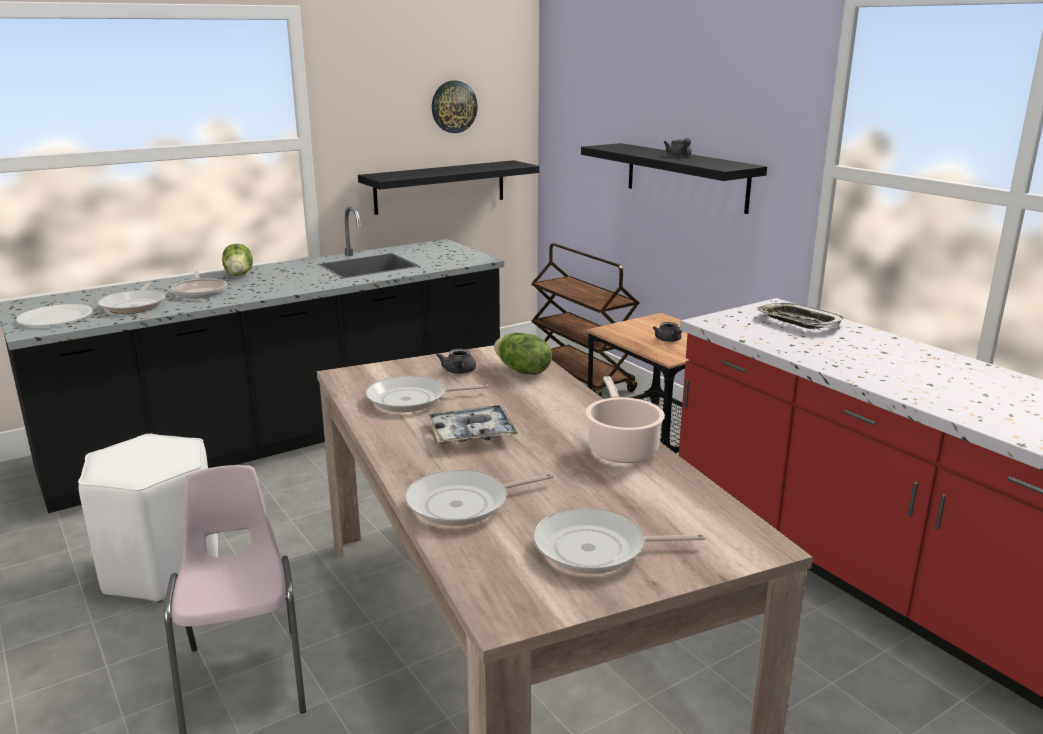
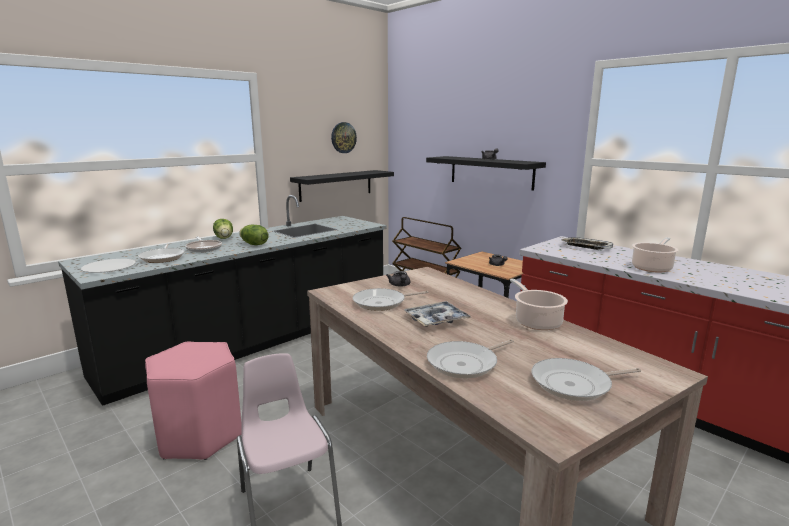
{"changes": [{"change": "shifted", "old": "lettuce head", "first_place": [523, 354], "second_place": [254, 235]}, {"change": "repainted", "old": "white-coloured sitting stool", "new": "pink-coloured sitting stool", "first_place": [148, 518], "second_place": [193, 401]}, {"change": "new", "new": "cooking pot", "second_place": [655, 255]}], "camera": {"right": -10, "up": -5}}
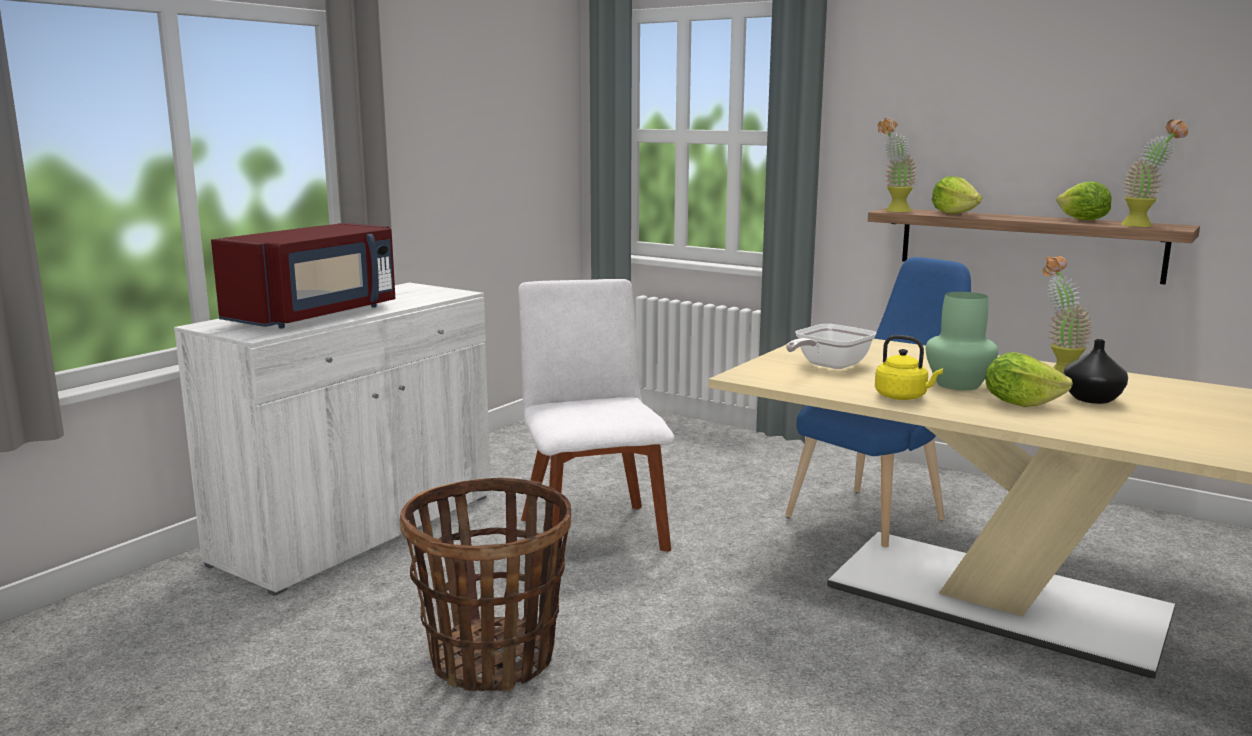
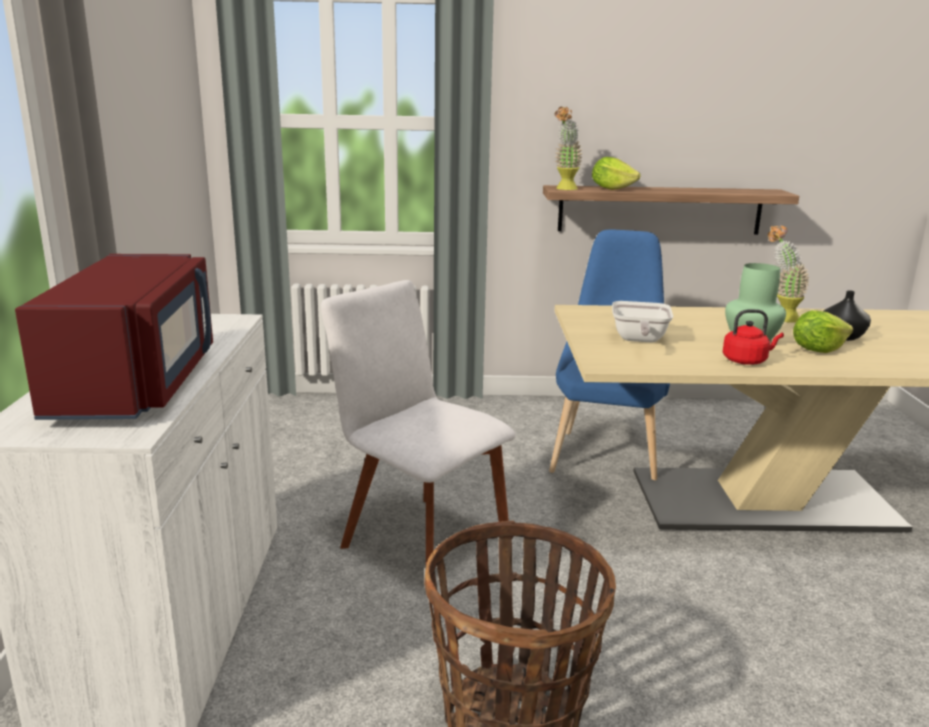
{"changes": [{"change": "gone", "old": "potted plant", "first_place": [1154, 173]}, {"change": "gone", "old": "lettuce head", "first_place": [1084, 200]}, {"change": "repainted", "old": "yellow water kettle", "new": "reddish water kettle", "first_place": [909, 367], "second_place": [753, 337]}], "camera": {"right": -35, "up": 5}}
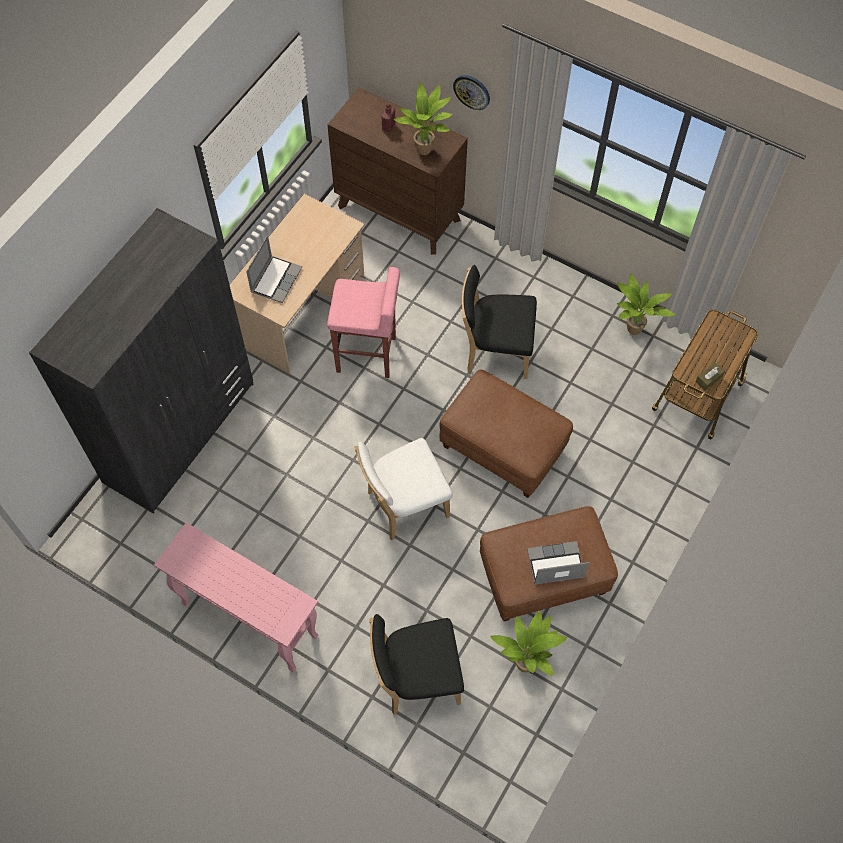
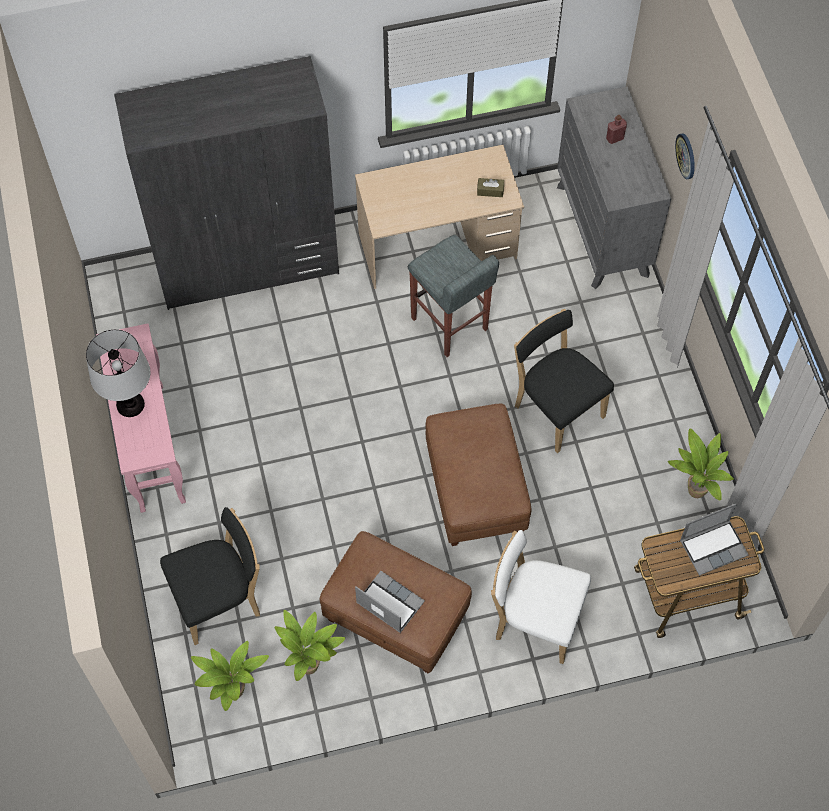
{"changes": [{"change": "shifted", "old": "potted plant", "first_place": [423, 118], "second_place": [230, 676]}, {"change": "repainted", "old": "brown chest of drawers", "new": "greyish chest of drawers", "first_place": [397, 171], "second_place": [614, 187]}, {"change": "shifted", "old": "notebook computer", "first_place": [274, 269], "second_place": [714, 540]}, {"change": "repainted", "old": "pink-coloured sitting stool", "new": "greyish sitting stool", "first_place": [363, 322], "second_place": [453, 296]}, {"change": "shifted", "old": "brown box of tissues", "first_place": [710, 376], "second_place": [490, 187]}, {"change": "shifted", "old": "white-coloured upright chair", "first_place": [403, 489], "second_place": [541, 597]}, {"change": "rotated", "old": "blackish upright chair", "first_place": [416, 664], "second_place": [210, 576], "degrees": 120}, {"change": "new", "new": "lamp for a table", "second_place": [118, 373]}], "camera": {"right": 45, "up": 0}}
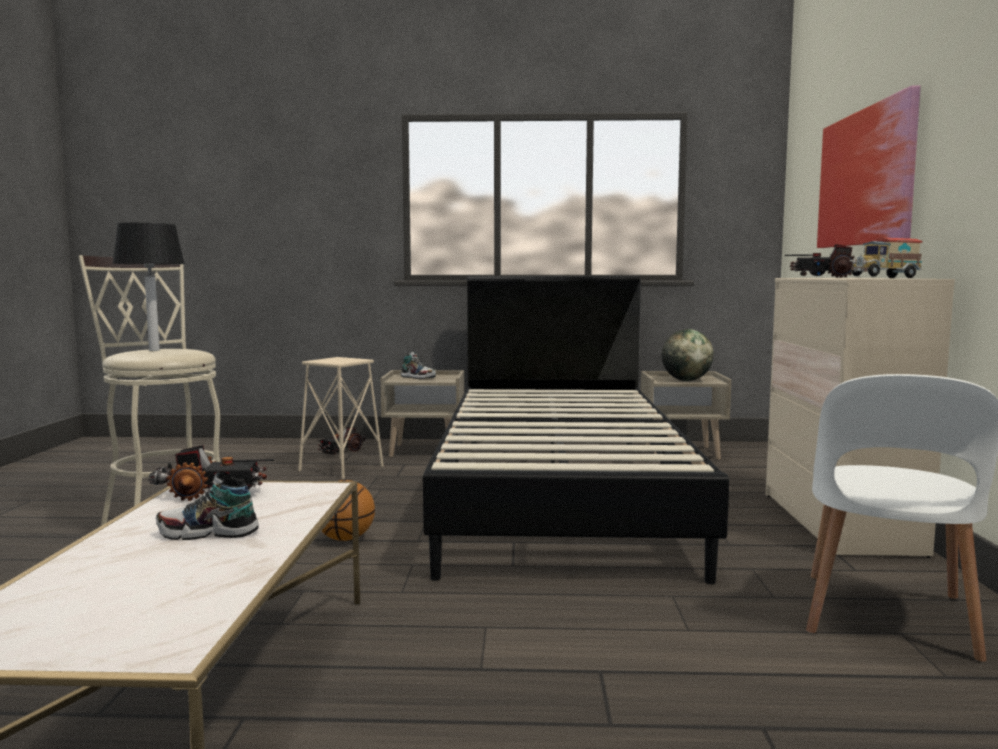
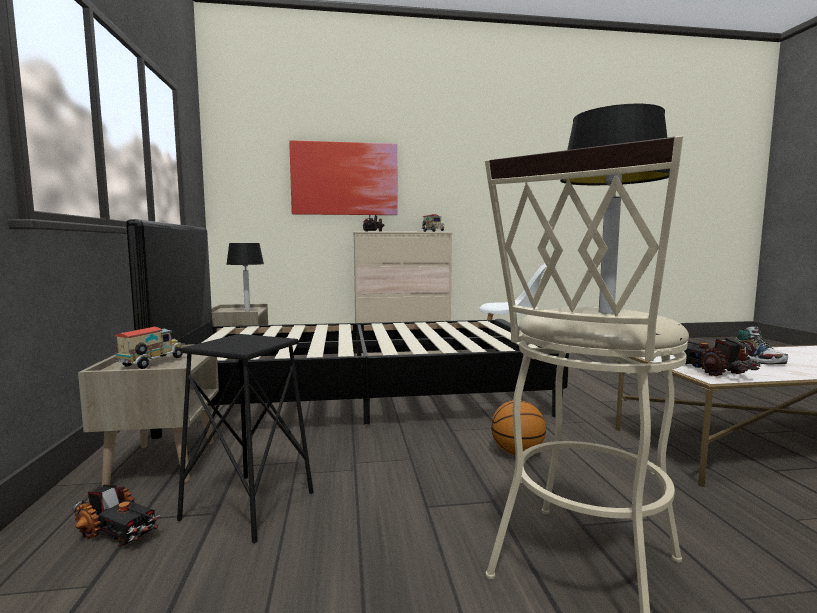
{"changes": [{"change": "swapped", "old": "world globe", "new": "lamp for a table", "first_place": [688, 355], "second_place": [245, 277]}, {"change": "swapped", "old": "low shoe", "new": "model truck", "first_place": [418, 365], "second_place": [148, 348]}, {"change": "repainted", "old": "sand-coloured sitting stool", "new": "blackish sitting stool", "first_place": [341, 418], "second_place": [245, 438]}], "camera": {"right": -100, "up": 0}}
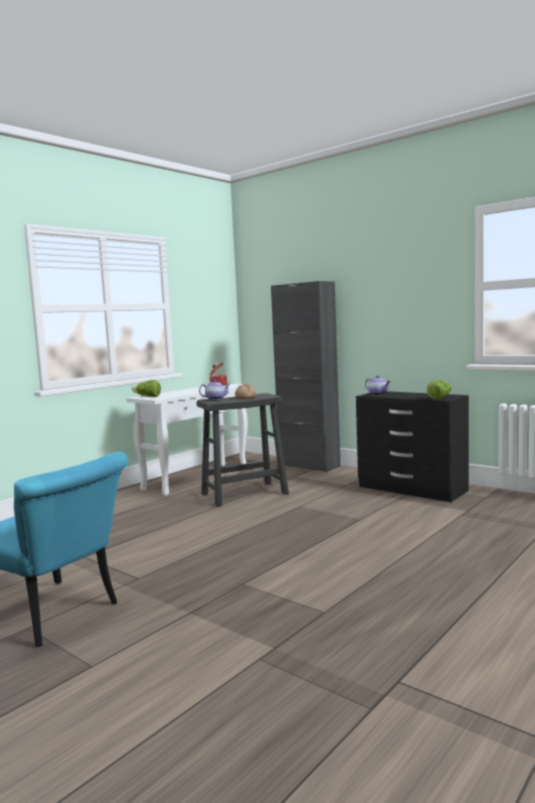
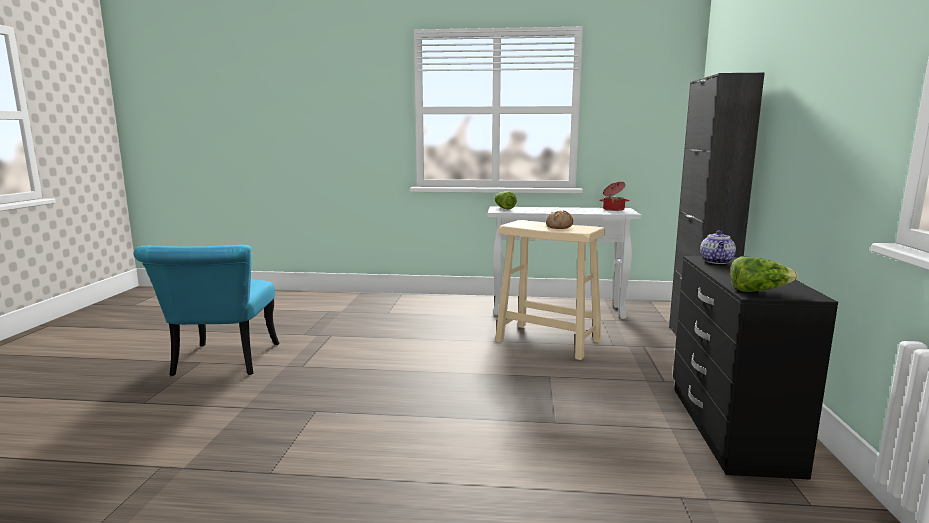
{"changes": [{"change": "gone", "old": "tea pot", "first_place": [214, 390]}, {"change": "repainted", "old": "blackish sitting stool", "new": "sand-coloured sitting stool", "first_place": [243, 450], "second_place": [550, 290]}], "camera": {"right": 55, "up": 5}}
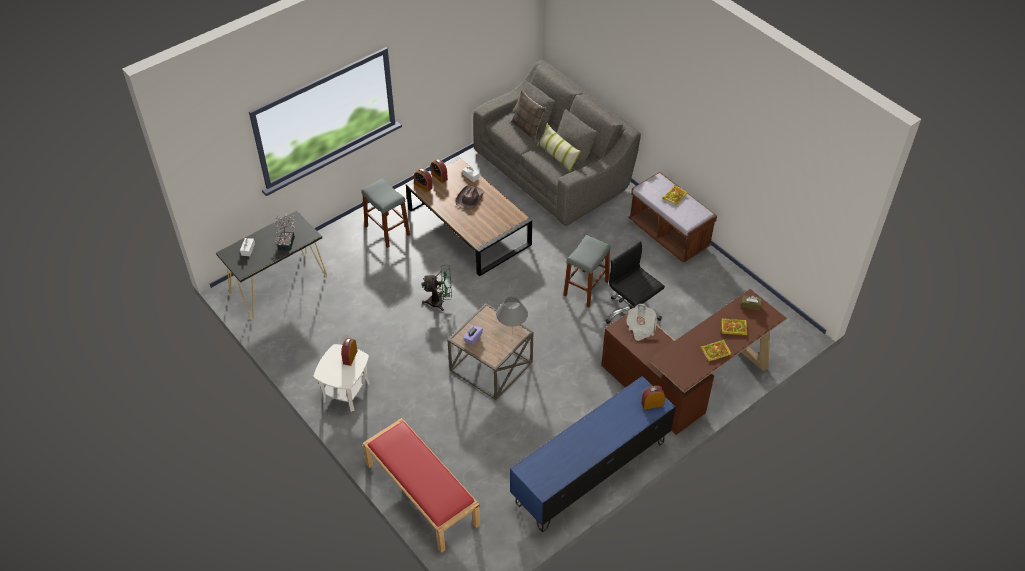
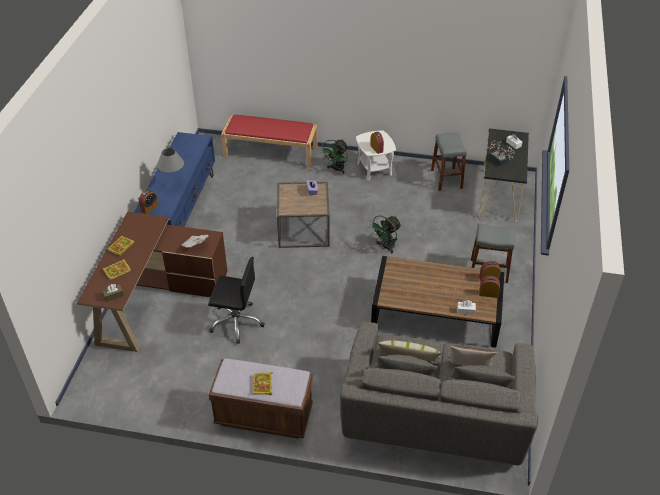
{"changes": [{"change": "gone", "old": "brown wearable hat", "first_place": [470, 197]}, {"change": "shifted", "old": "greyish sitting stool", "first_place": [587, 271], "second_place": [449, 161]}, {"change": "shifted", "old": "greyish lamp for a table", "first_place": [512, 312], "second_place": [170, 165]}, {"change": "new", "new": "greenish fan", "second_place": [334, 156]}], "camera": {"right": 140, "up": -5}}
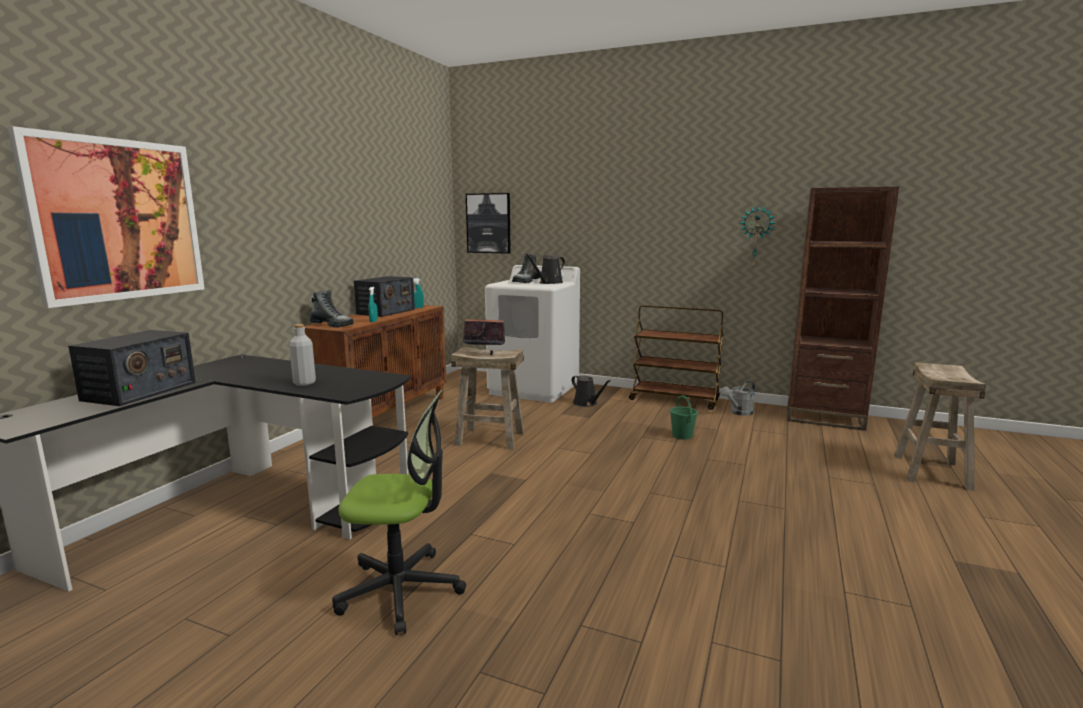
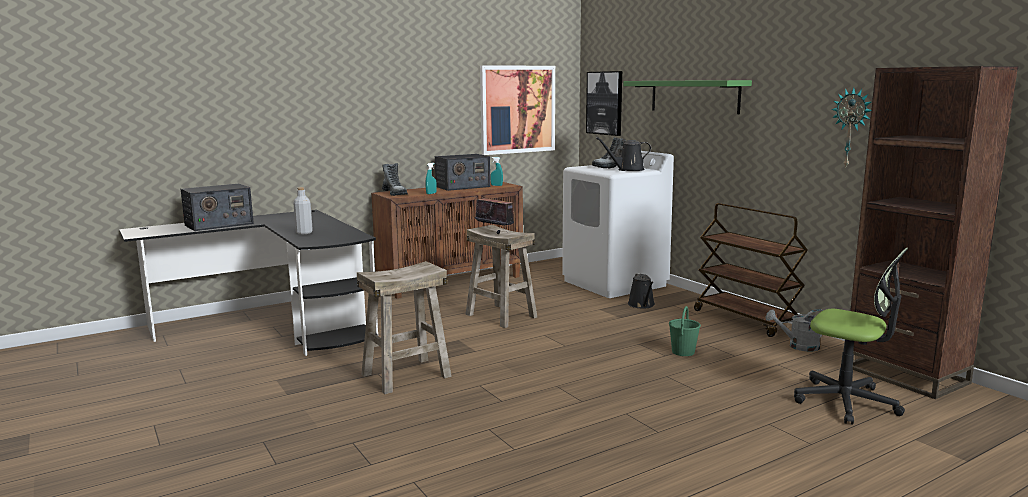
{"changes": [{"change": "shifted", "old": "wall picture", "first_place": [106, 217], "second_place": [517, 110]}, {"change": "shifted", "old": "sand-coloured sitting stool", "first_place": [940, 426], "second_place": [404, 327]}, {"change": "shifted", "old": "desk chair", "first_place": [399, 512], "second_place": [851, 336]}, {"change": "new", "new": "greenish bracket shelf", "second_place": [687, 97]}], "camera": {"right": 35, "up": 0}}
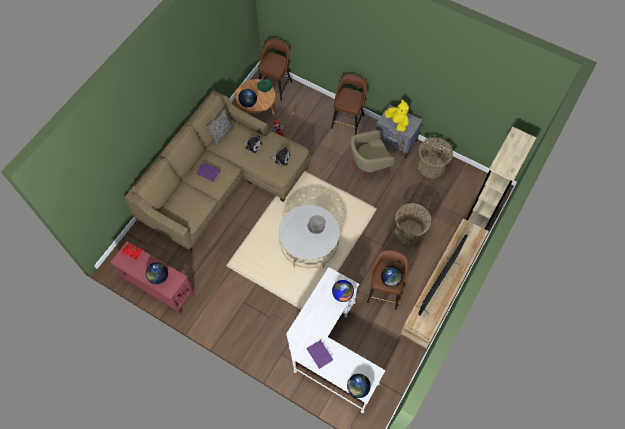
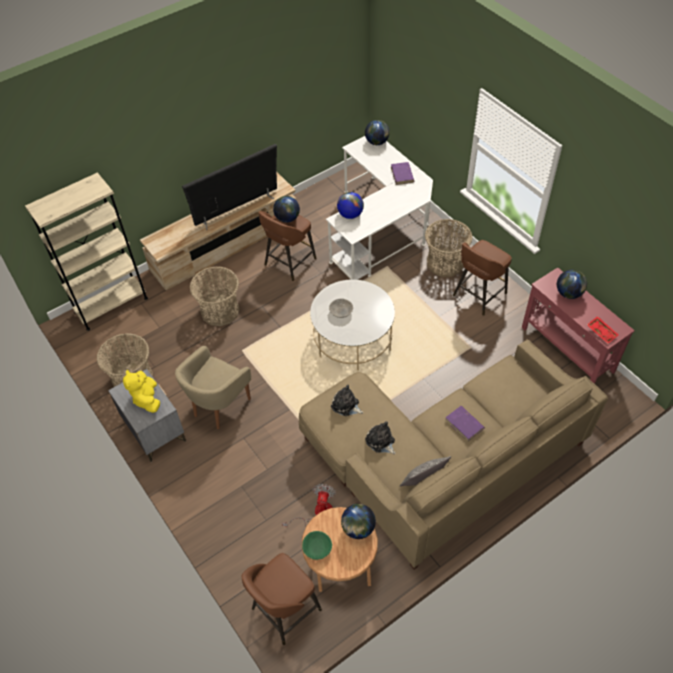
{"changes": [{"change": "shifted", "old": "brown sitting stool", "first_place": [349, 104], "second_place": [482, 278]}, {"change": "rotated", "old": "sand-coloured armchair", "first_place": [373, 155], "second_place": [213, 387], "degrees": 120}, {"change": "new", "new": "storage basket", "second_place": [449, 248]}], "camera": {"right": -155, "up": -10}}
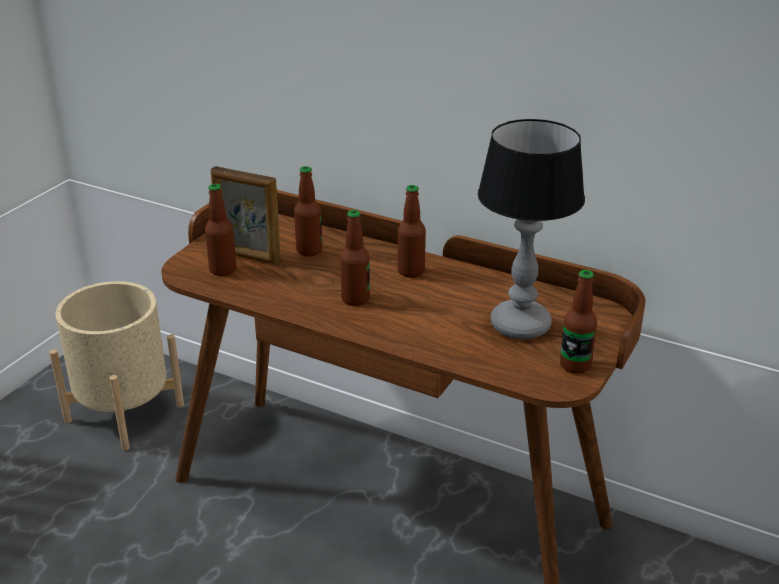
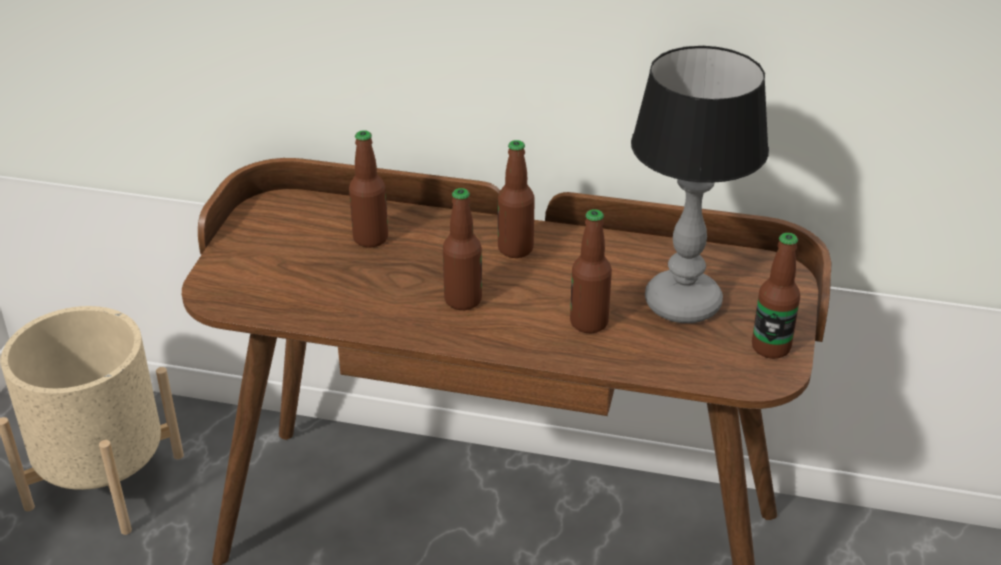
{"changes": [{"change": "gone", "old": "photo frame", "first_place": [246, 215]}, {"change": "shifted", "old": "beverage bottle", "first_place": [221, 230], "second_place": [591, 271]}], "camera": {"right": -15, "up": 5}}
